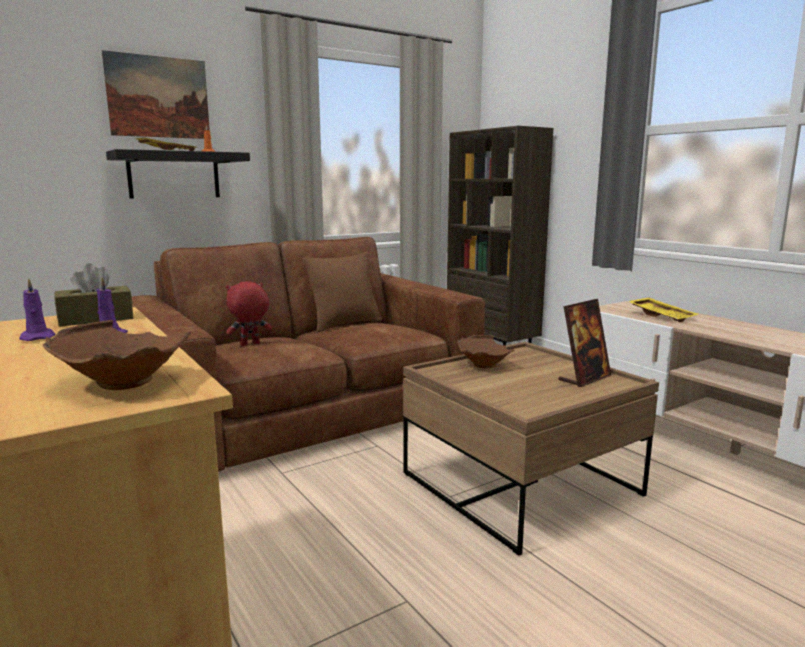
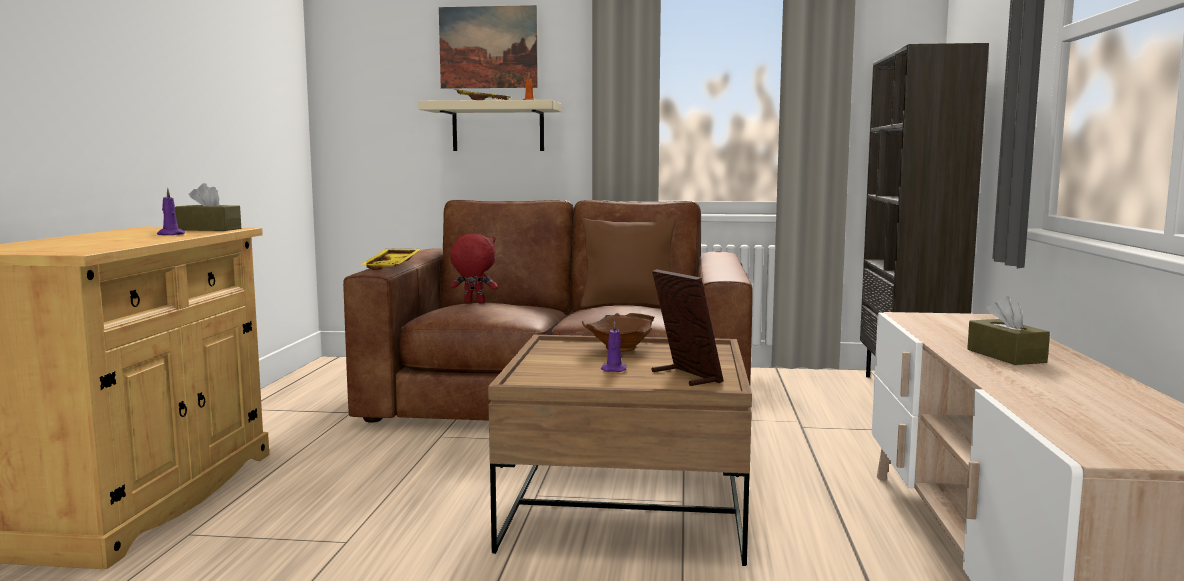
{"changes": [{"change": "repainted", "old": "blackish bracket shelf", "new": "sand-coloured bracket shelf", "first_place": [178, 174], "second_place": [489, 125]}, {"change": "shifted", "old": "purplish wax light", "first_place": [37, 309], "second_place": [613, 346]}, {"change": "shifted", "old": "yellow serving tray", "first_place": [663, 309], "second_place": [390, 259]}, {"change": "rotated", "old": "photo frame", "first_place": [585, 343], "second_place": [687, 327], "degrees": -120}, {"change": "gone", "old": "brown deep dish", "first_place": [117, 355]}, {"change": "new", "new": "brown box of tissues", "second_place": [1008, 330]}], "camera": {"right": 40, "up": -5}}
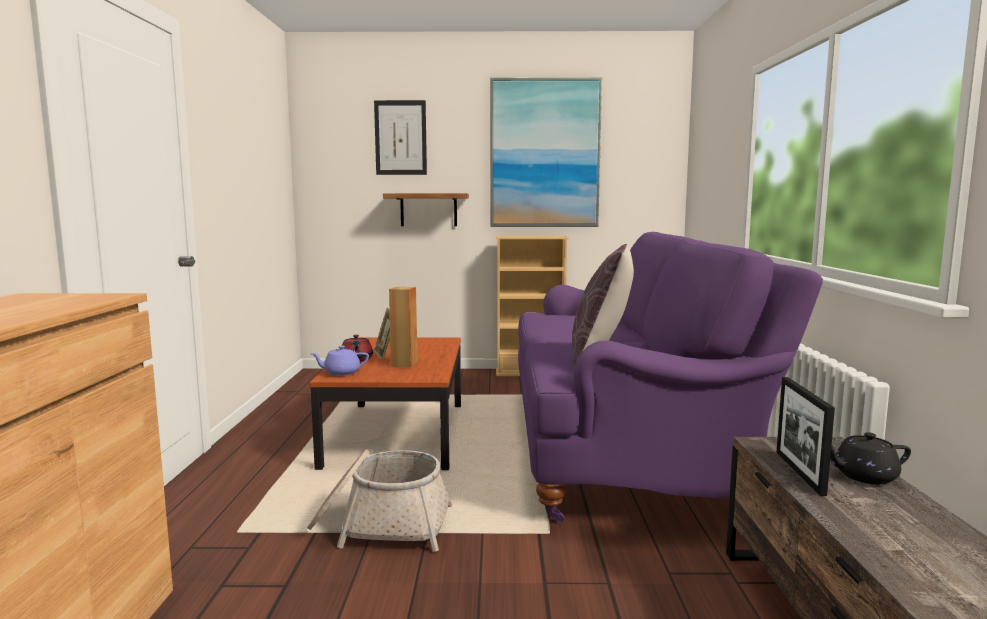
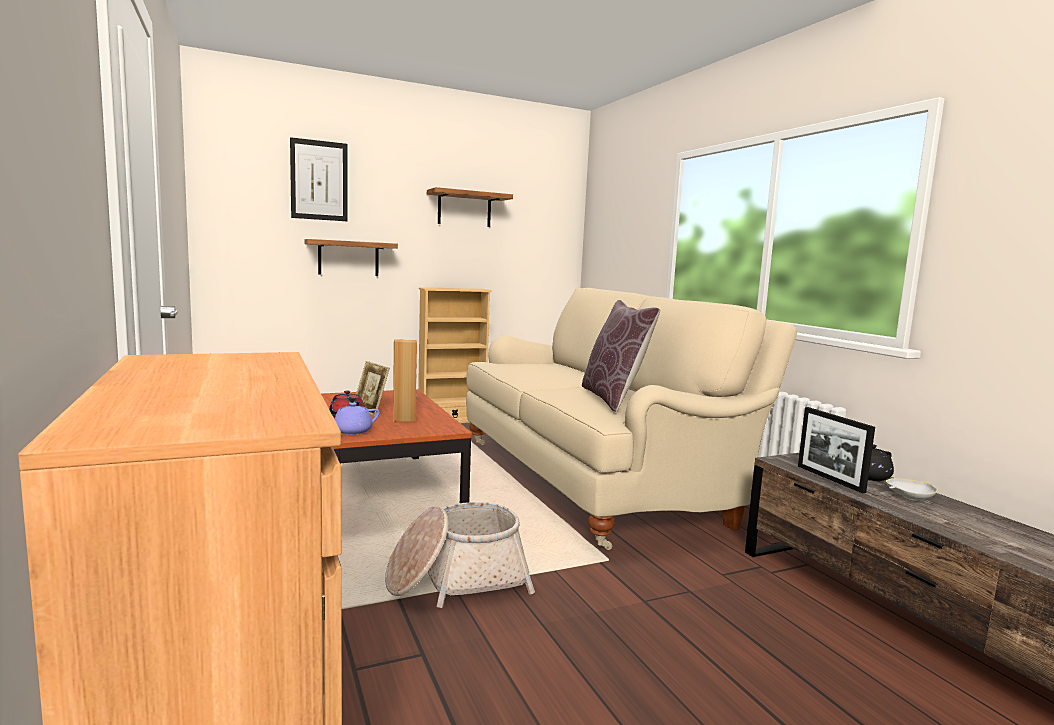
{"changes": [{"change": "swapped", "old": "wall picture", "new": "bracket shelf", "first_place": [546, 152], "second_place": [470, 207]}, {"change": "repainted", "old": "purplish sofa", "new": "sand-coloured sofa", "first_place": [670, 377], "second_place": [631, 419]}, {"change": "new", "new": "white-coloured deep dish", "second_place": [912, 489]}], "camera": {"right": -25, "up": 0}}
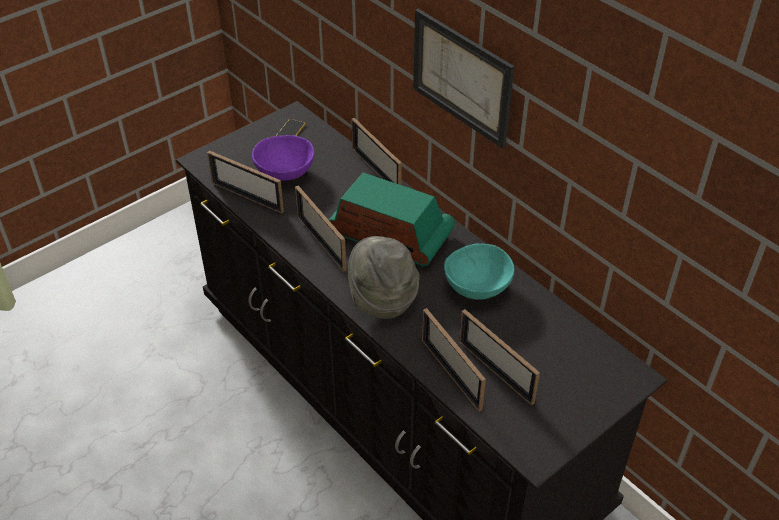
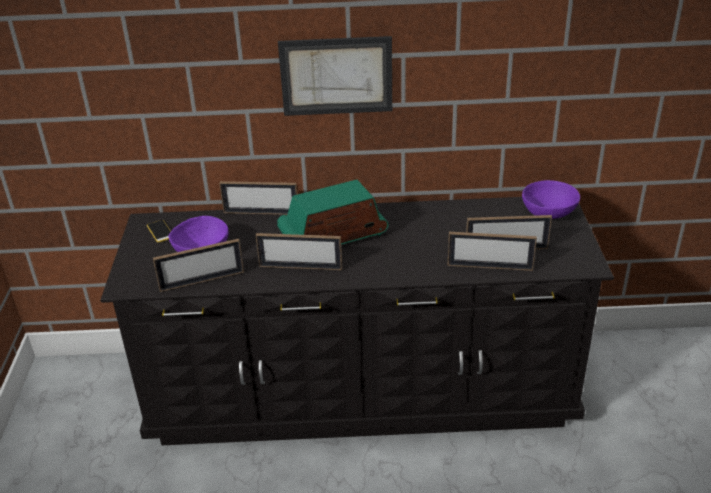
{"changes": [{"change": "gone", "old": "greyish wearable hat", "first_place": [384, 277]}, {"change": "gone", "old": "turquoise-coloured deep dish", "first_place": [479, 272]}, {"change": "new", "new": "purplish deep dish", "second_place": [551, 199]}], "camera": {"right": -50, "up": -10}}
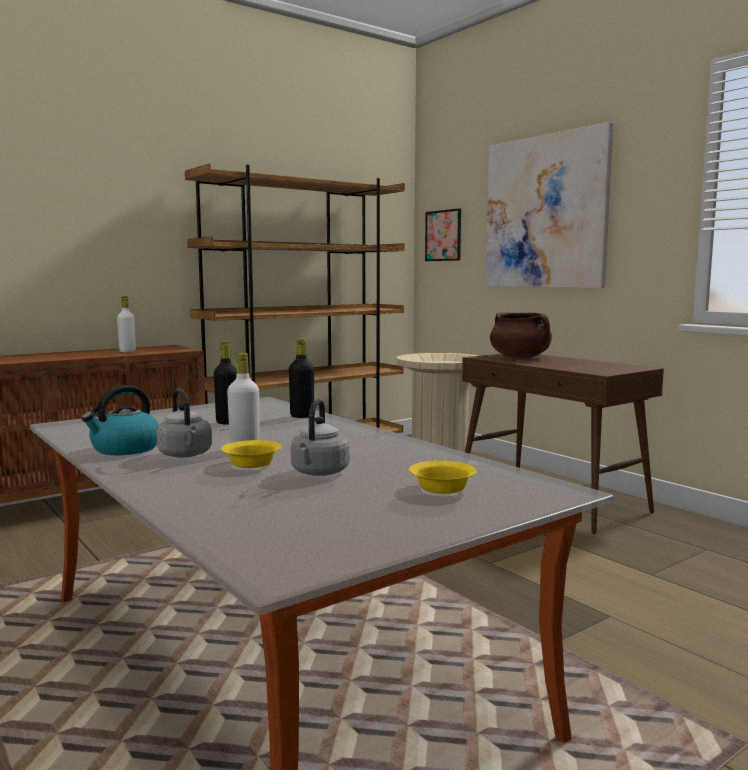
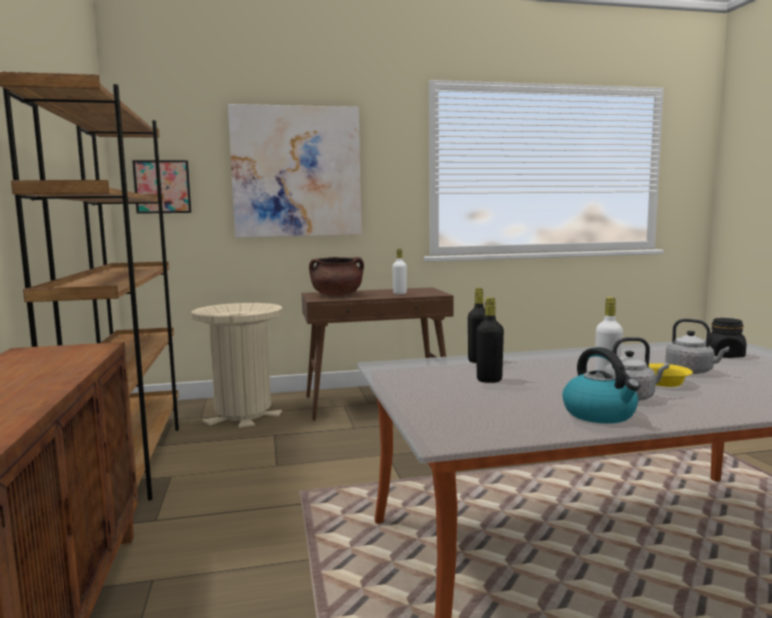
{"changes": [{"change": "shifted", "old": "white-coloured beverage bottle", "first_place": [126, 324], "second_place": [399, 271]}, {"change": "swapped", "old": "yellow deep dish", "new": "blackish storage jar", "first_place": [443, 477], "second_place": [727, 338]}], "camera": {"right": -65, "up": 0}}
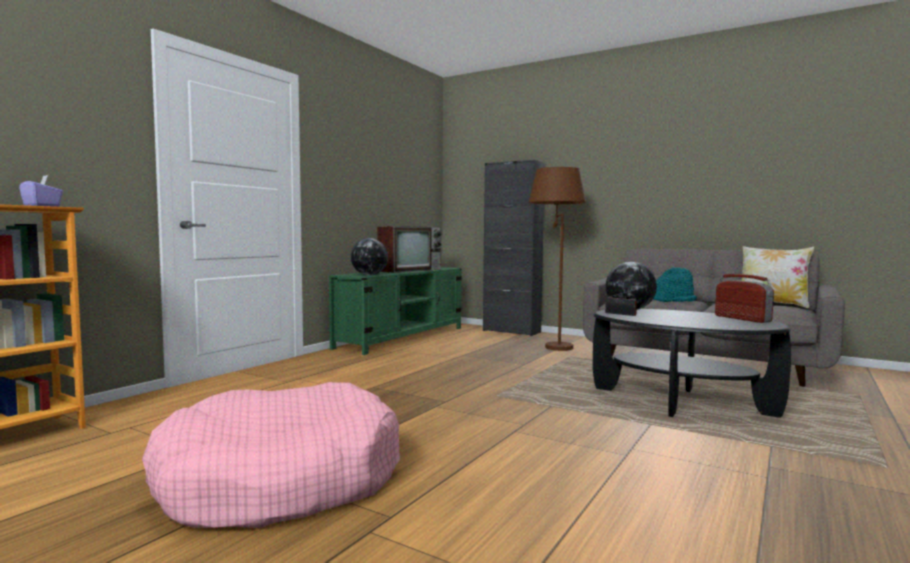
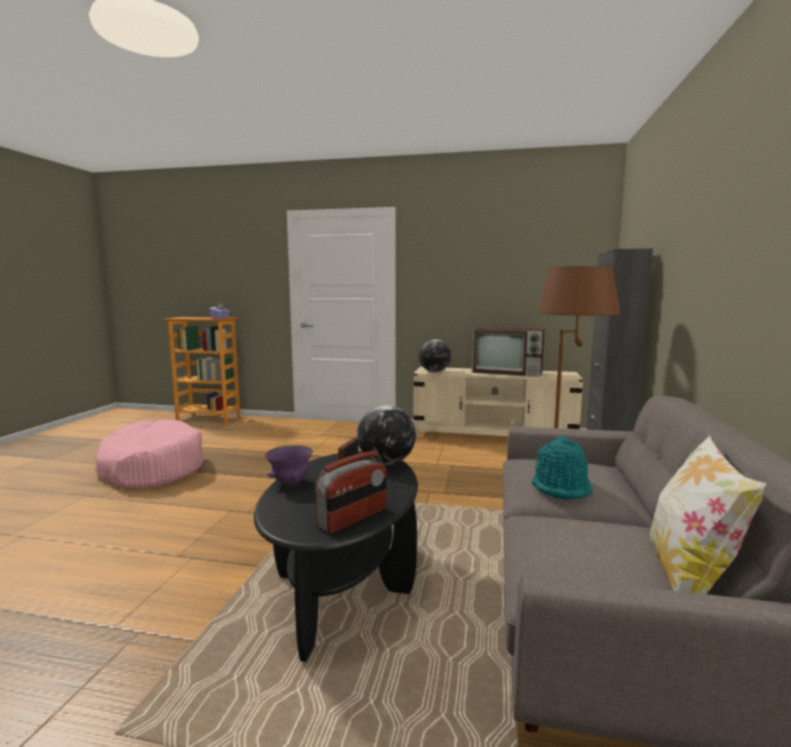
{"changes": [{"change": "repainted", "old": "greenish tv stand", "new": "sand-coloured tv stand", "first_place": [395, 311], "second_place": [498, 402]}, {"change": "new", "new": "purplish deep dish", "second_place": [289, 465]}], "camera": {"right": 70, "up": 5}}
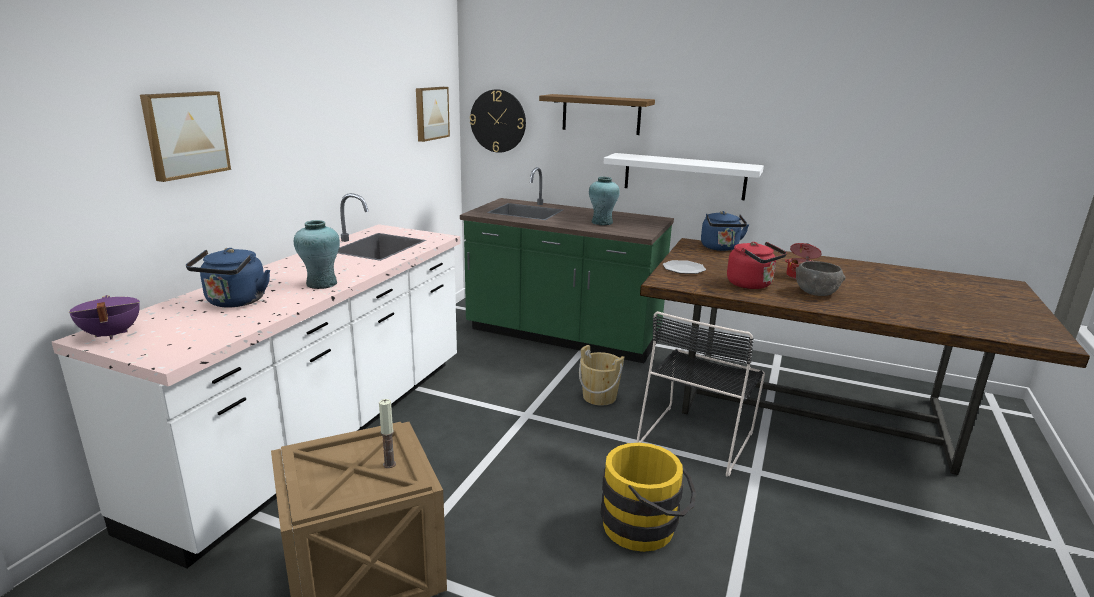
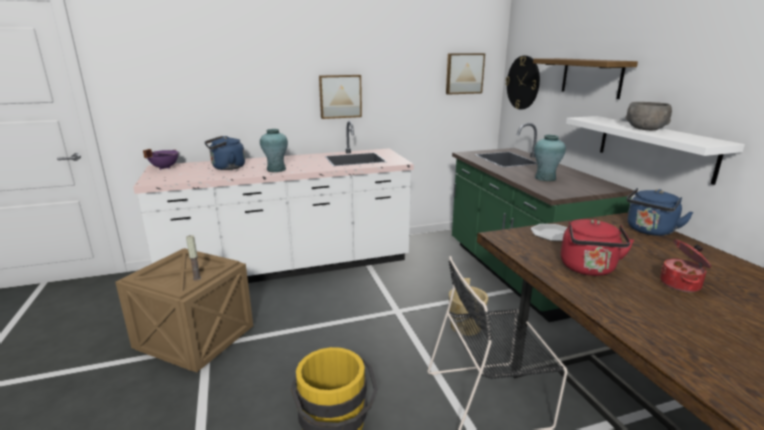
{"changes": [{"change": "shifted", "old": "wall picture", "first_place": [185, 136], "second_place": [340, 97]}, {"change": "shifted", "old": "greyish deep dish", "first_place": [821, 278], "second_place": [649, 116]}], "camera": {"right": 50, "up": 0}}
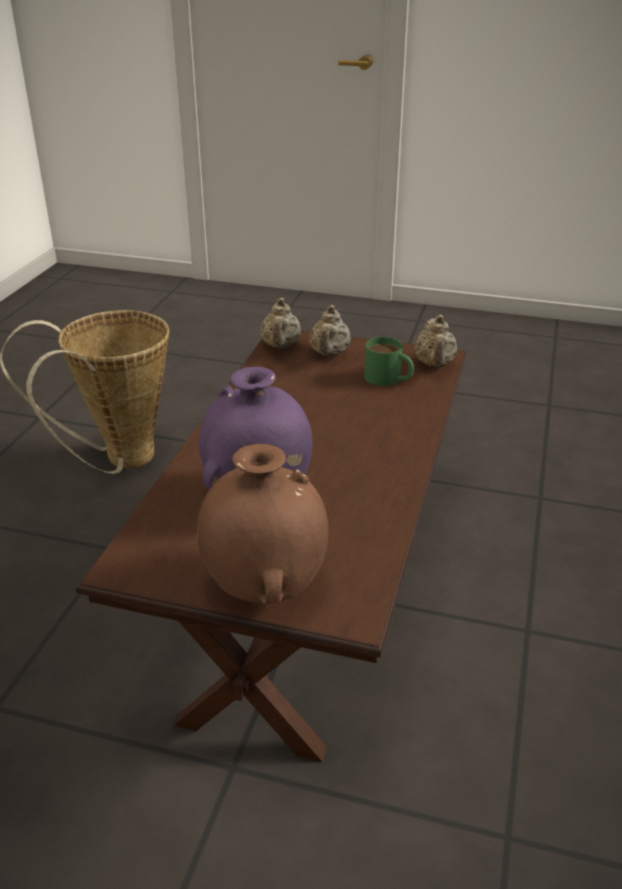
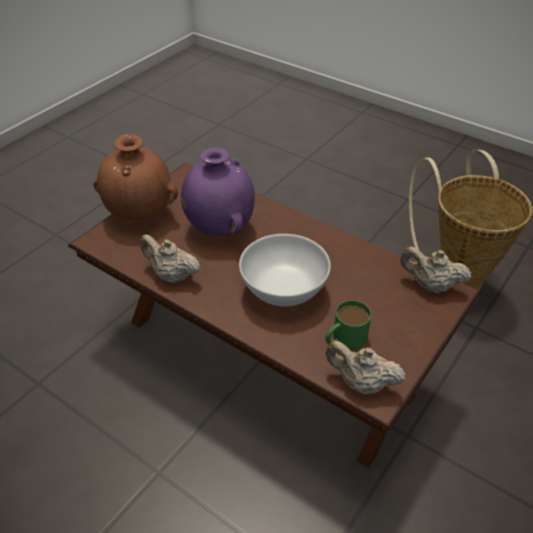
{"changes": [{"change": "shifted", "old": "sand-coloured tea pot", "first_place": [329, 331], "second_place": [170, 258]}, {"change": "new", "new": "white-coloured deep dish", "second_place": [285, 270]}], "camera": {"right": 110, "up": 10}}
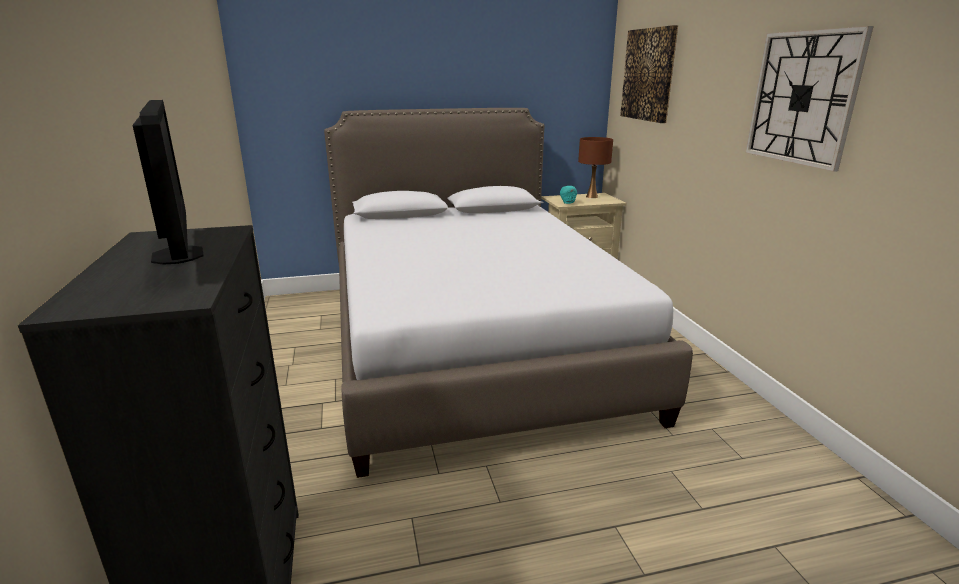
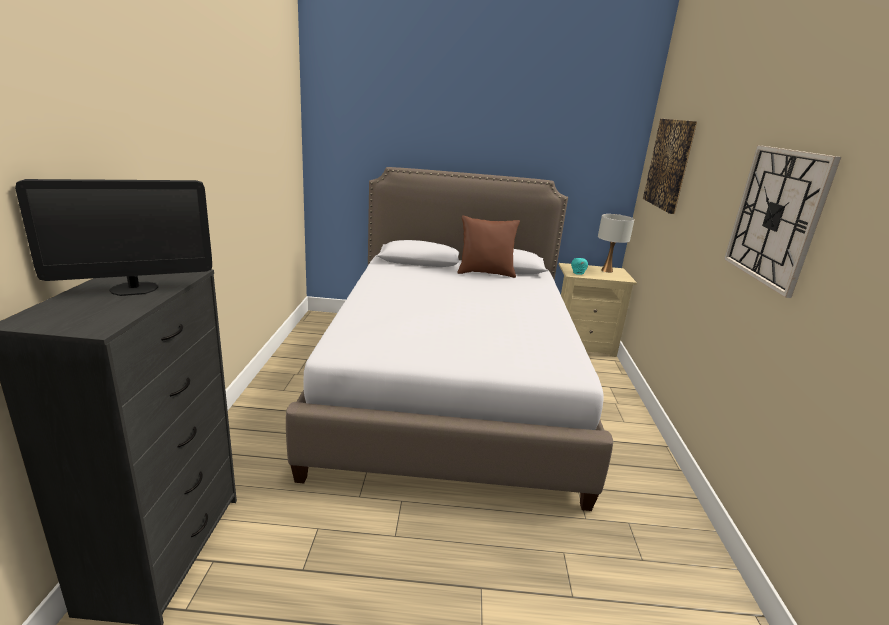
{"changes": [{"change": "rotated", "old": "monitor", "first_place": [168, 182], "second_place": [113, 237], "degrees": 75}, {"change": "repainted", "old": "brown lamp for a table", "new": "white-coloured lamp for a table", "first_place": [595, 167], "second_place": [616, 243]}, {"change": "new", "new": "brown cushion", "second_place": [488, 246]}], "camera": {"right": 15, "up": 0}}
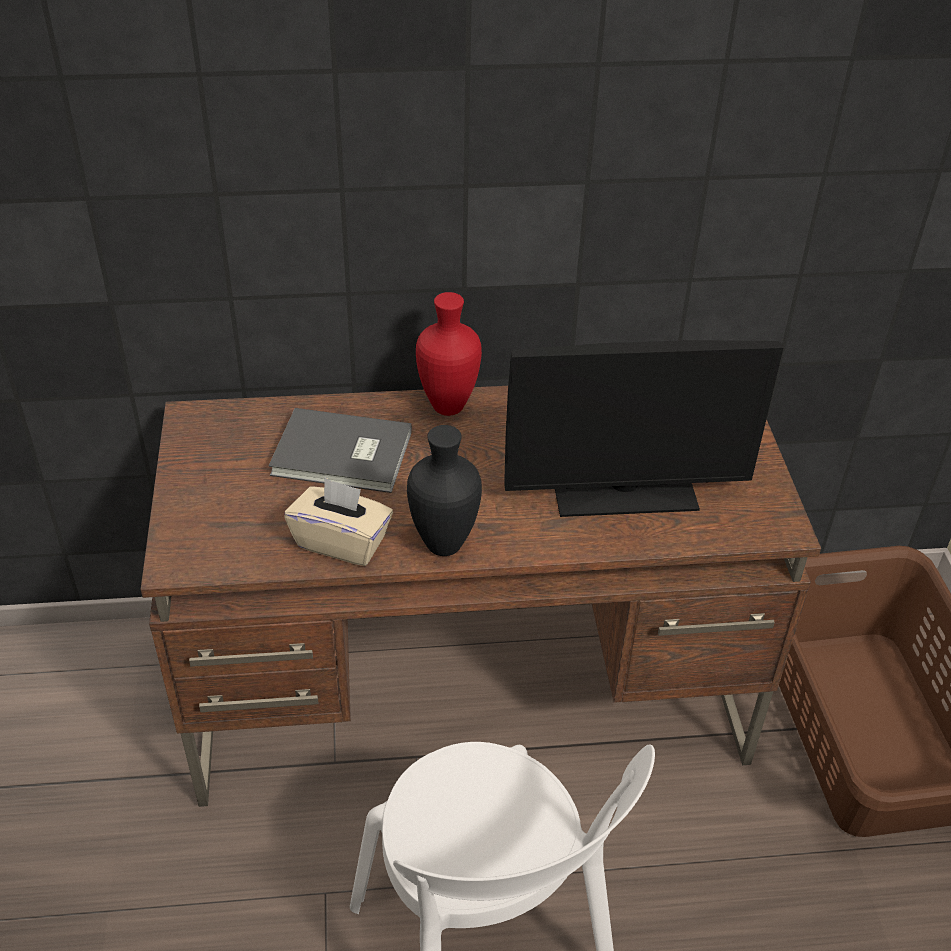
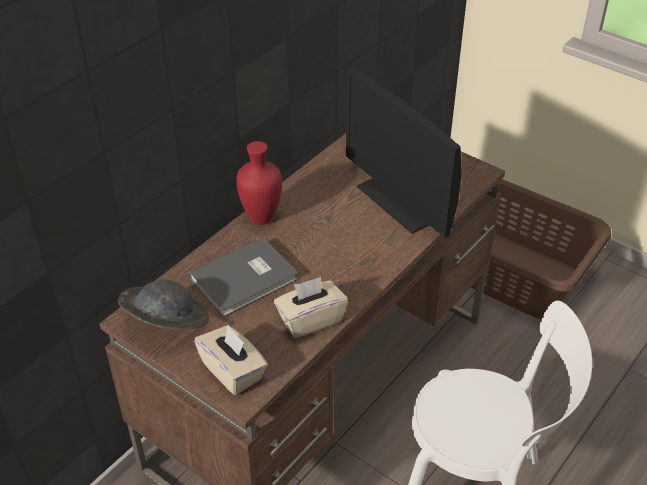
{"changes": [{"change": "rotated", "old": "monitor", "first_place": [643, 428], "second_place": [404, 153], "degrees": 105}, {"change": "gone", "old": "blackish vase", "first_place": [444, 490]}, {"change": "new", "new": "greyish wearable hat", "second_place": [163, 304]}, {"change": "new", "new": "sand-coloured box of tissues", "second_place": [231, 360]}], "camera": {"right": -45, "up": 0}}
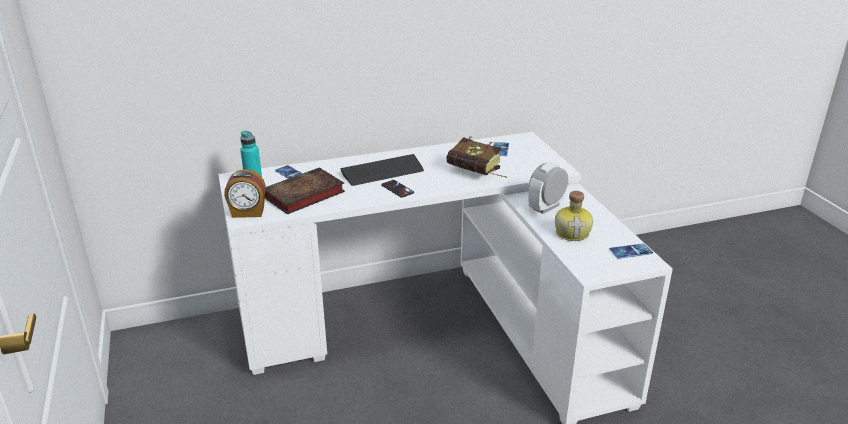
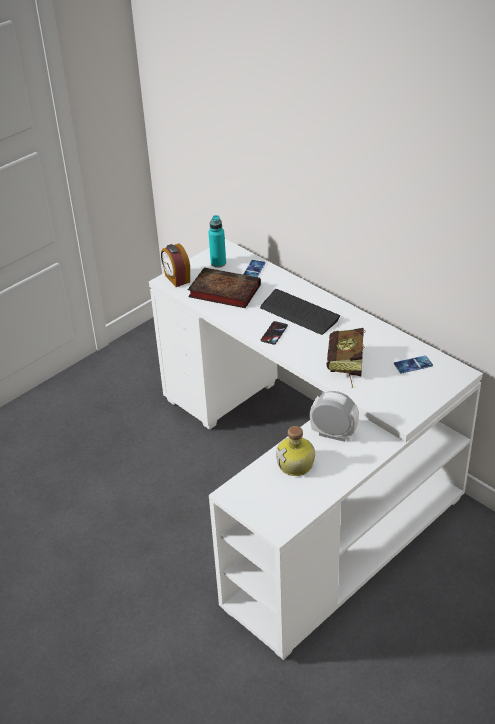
{"changes": [{"change": "gone", "old": "handset", "first_place": [631, 251]}], "camera": {"right": 65, "up": 10}}
